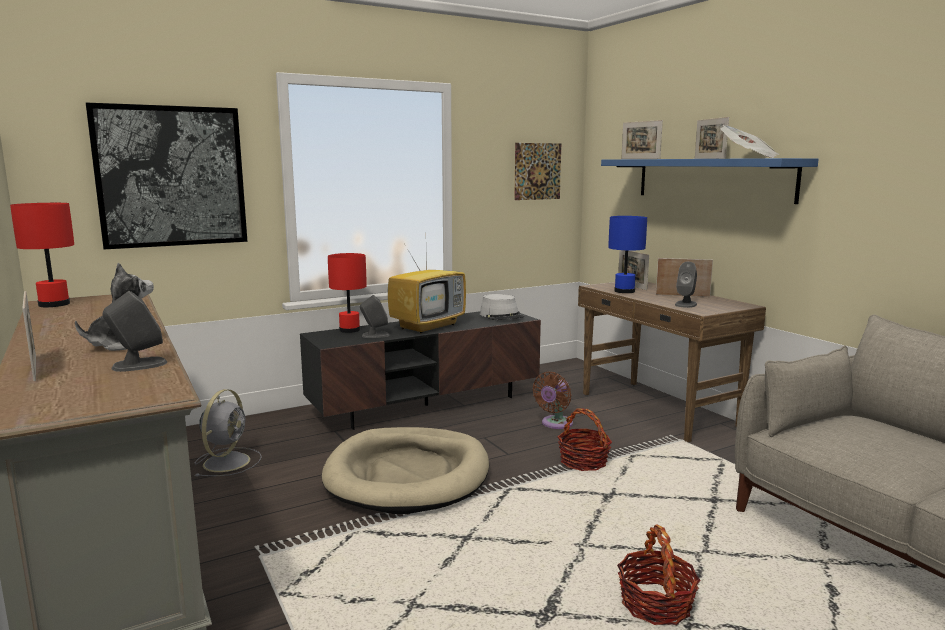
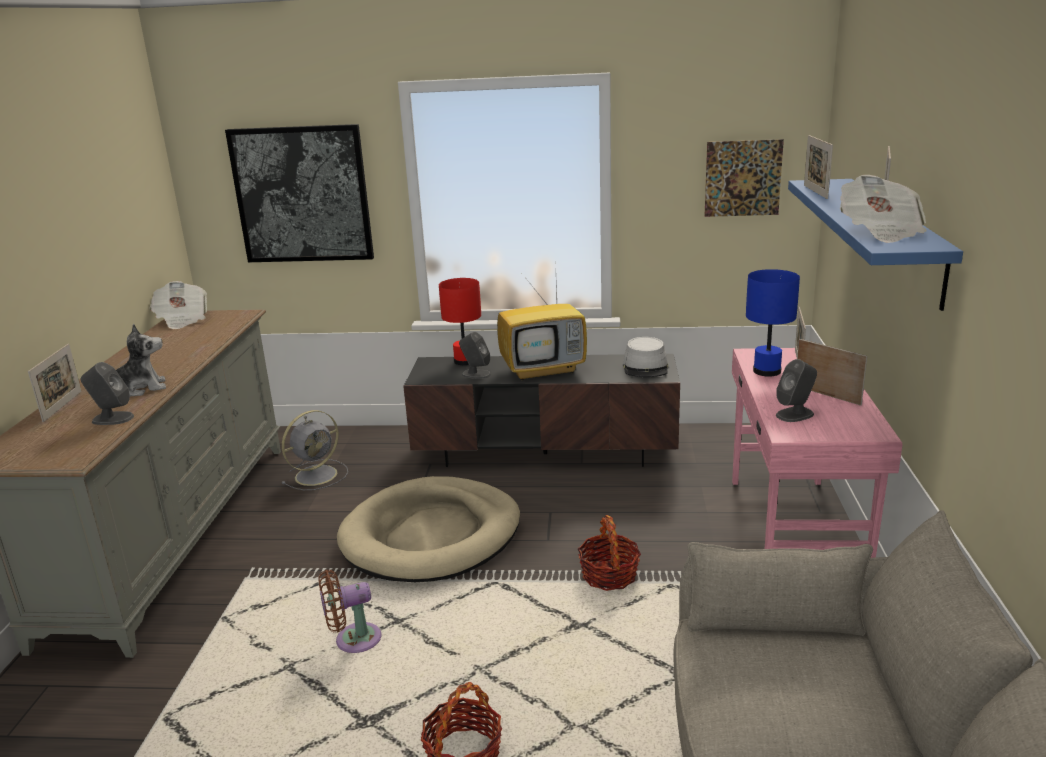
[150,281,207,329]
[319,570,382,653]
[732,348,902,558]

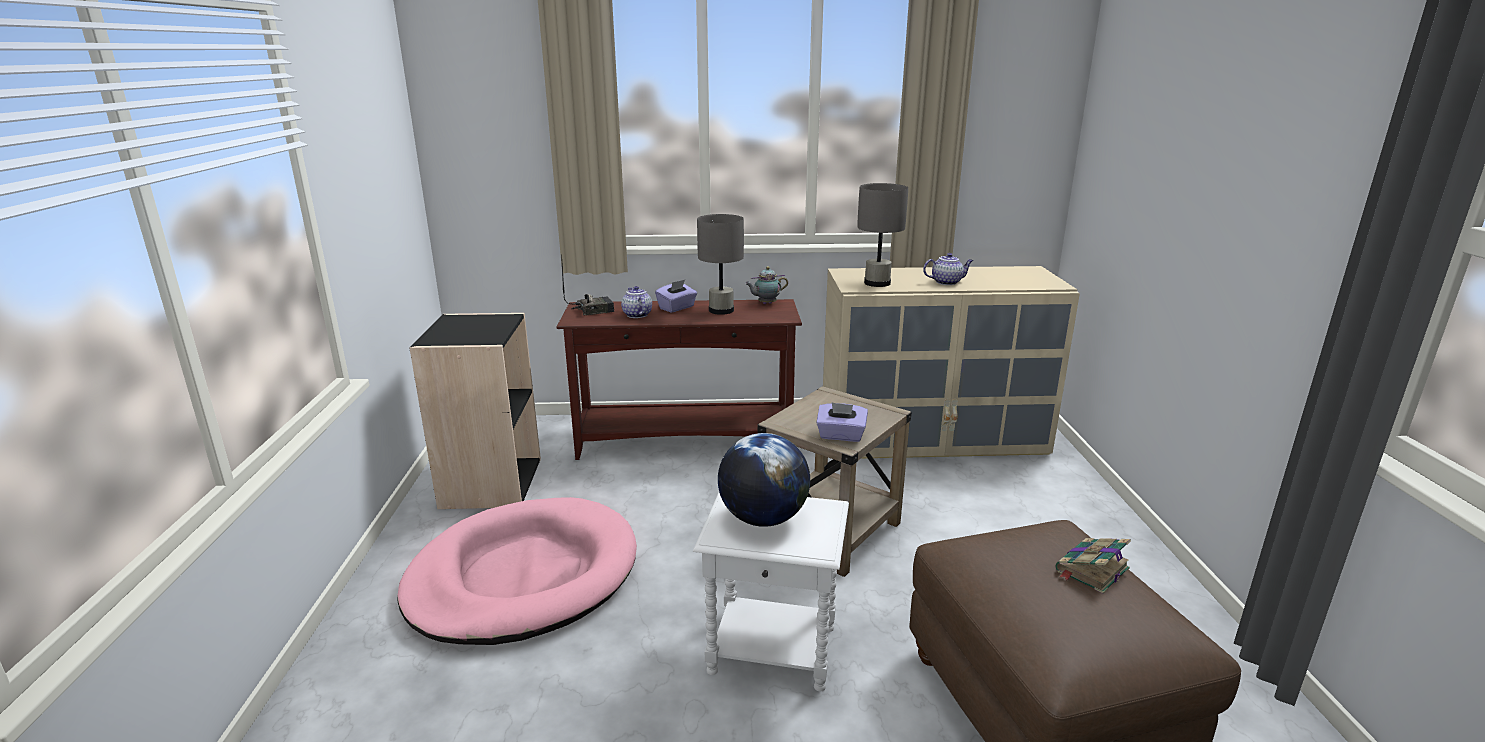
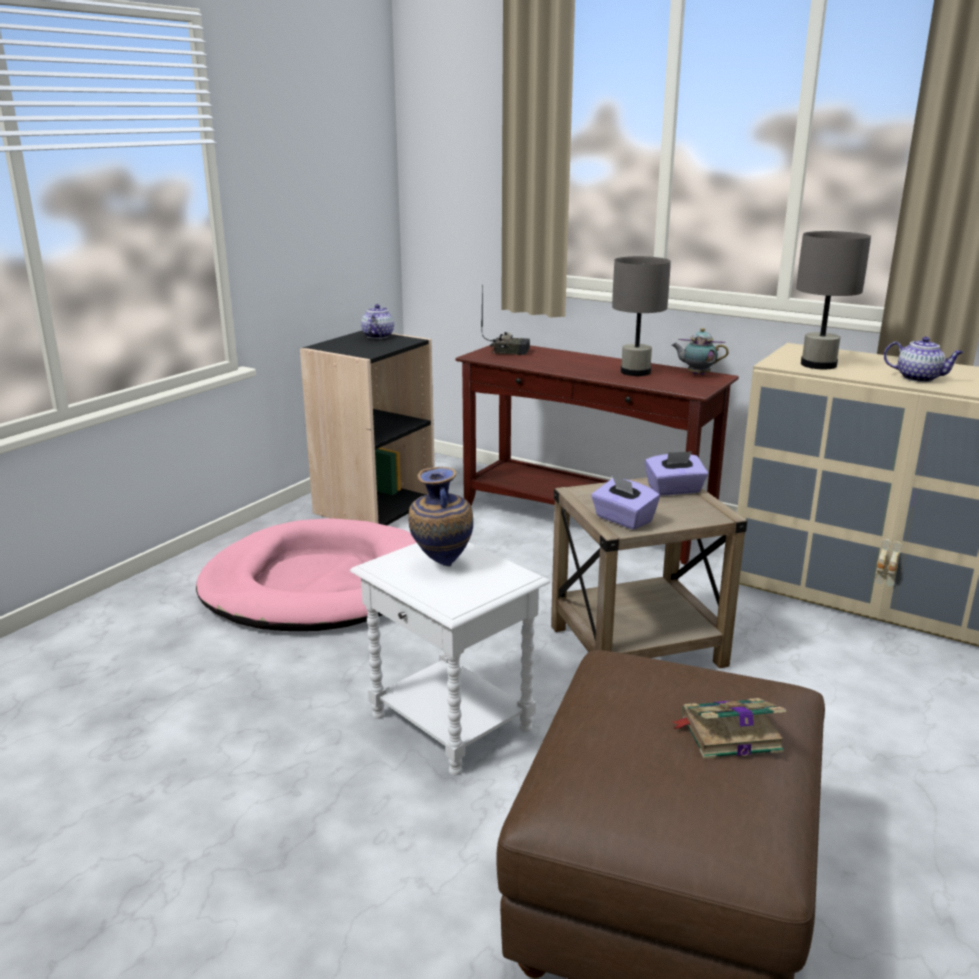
[361,304,394,339]
[645,451,708,496]
[408,467,473,566]

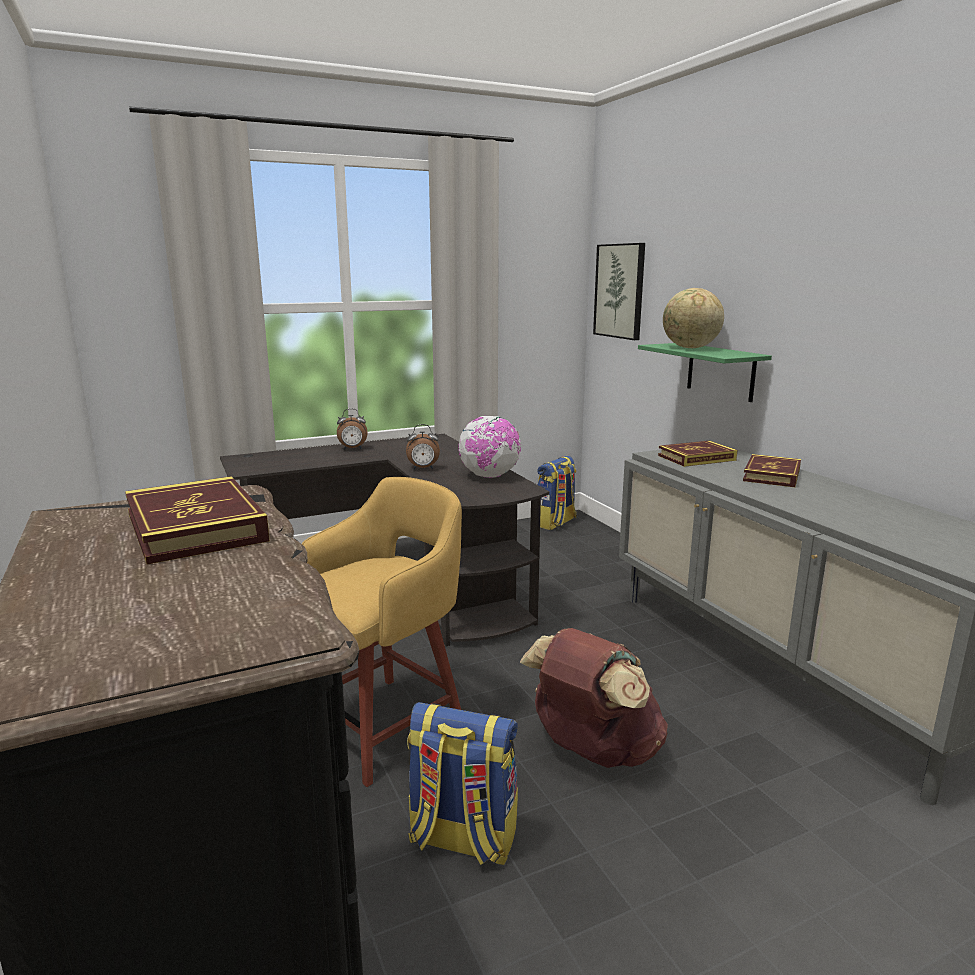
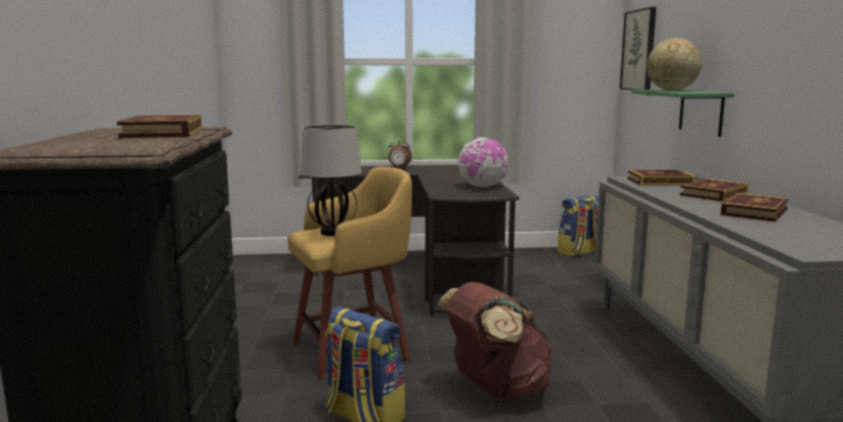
[406,424,440,469] (first image)
[301,125,362,236]
[721,193,789,222]

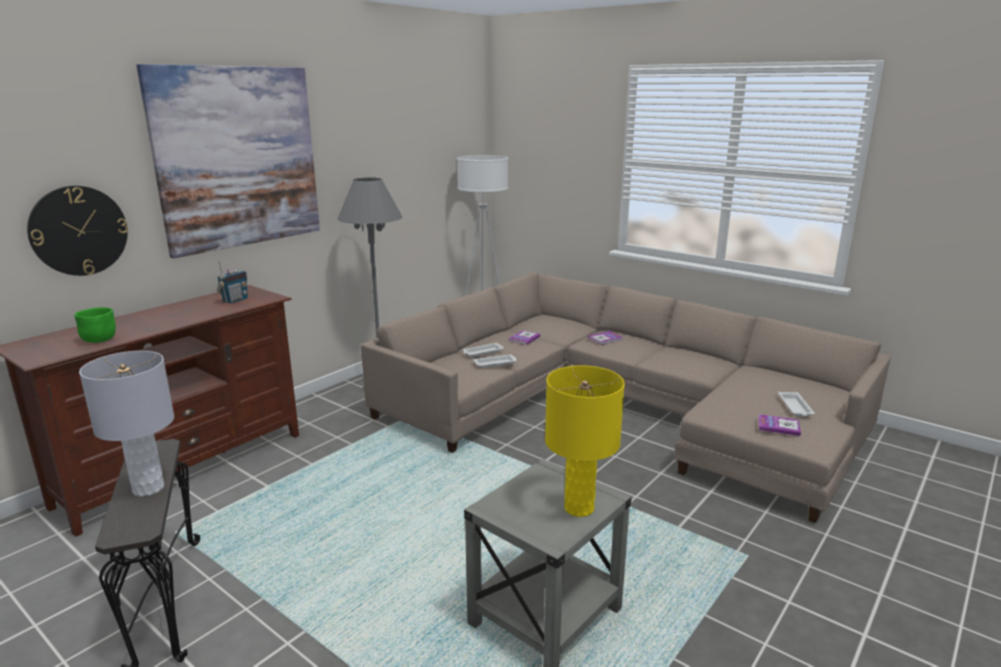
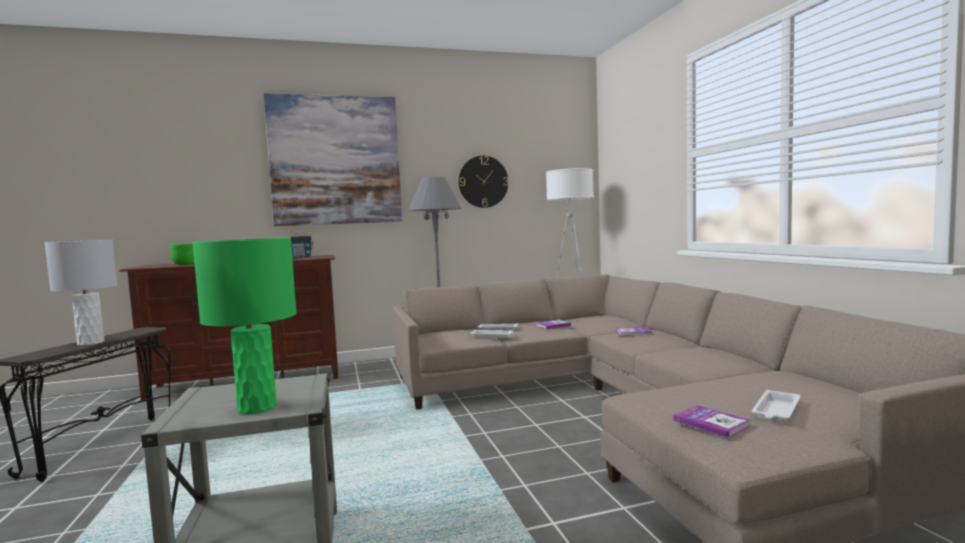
[458,156,509,208]
[192,238,297,414]

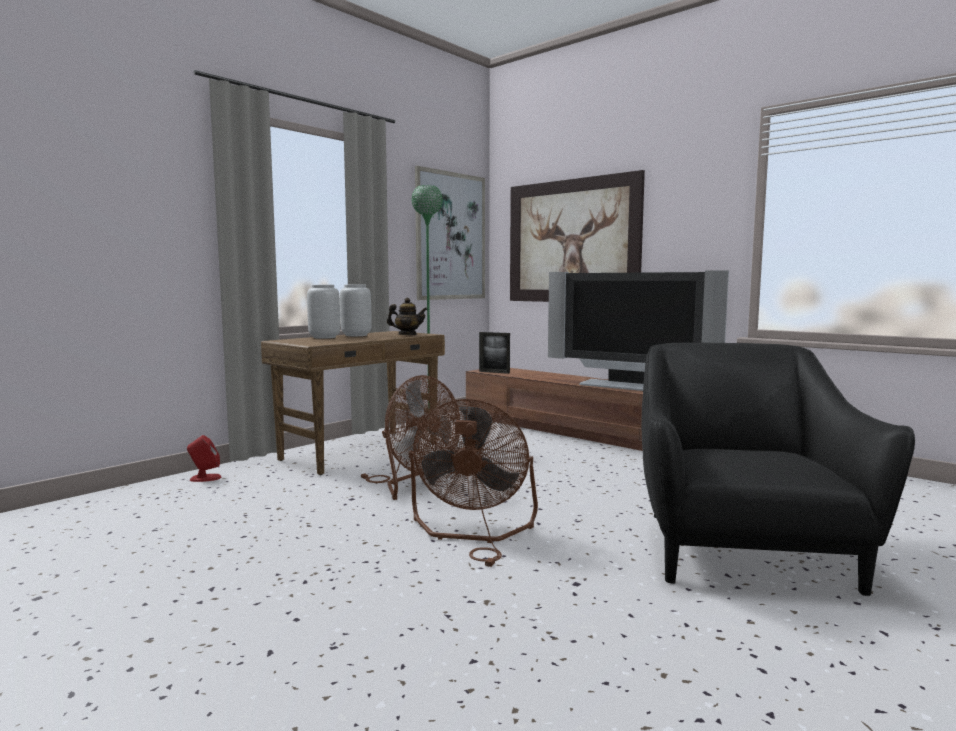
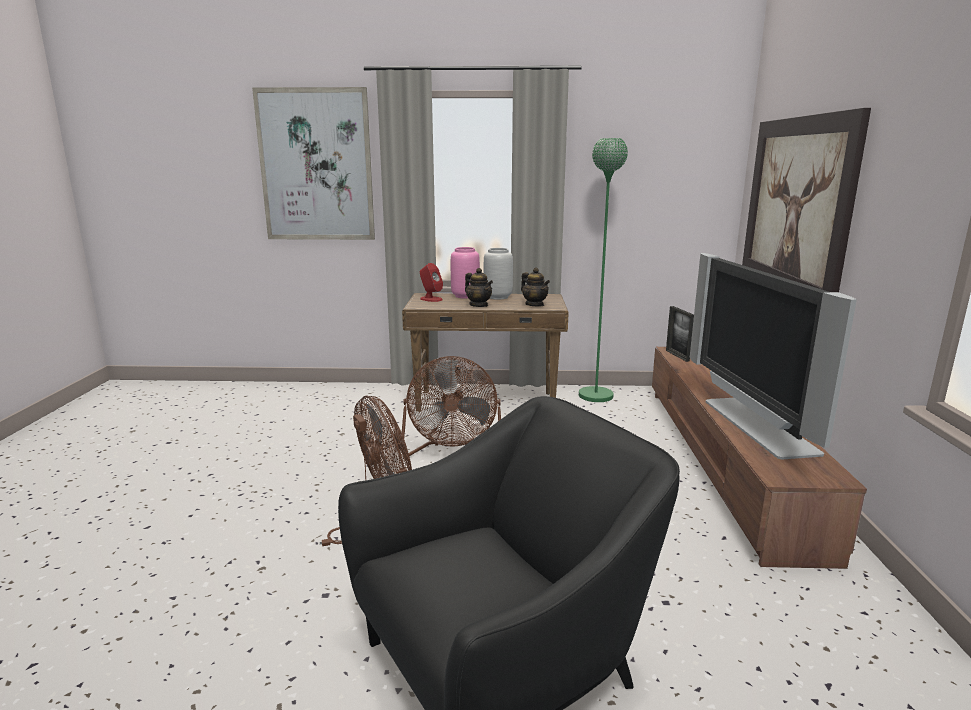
[420,263,443,302]
[451,247,480,298]
[252,87,375,240]
[465,268,493,307]

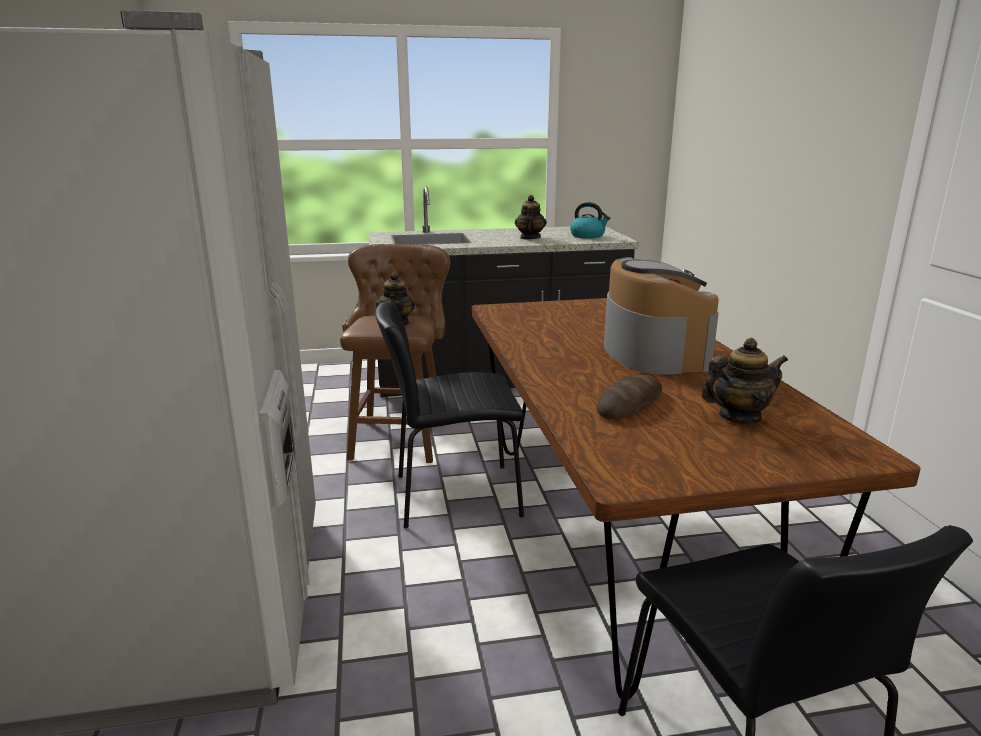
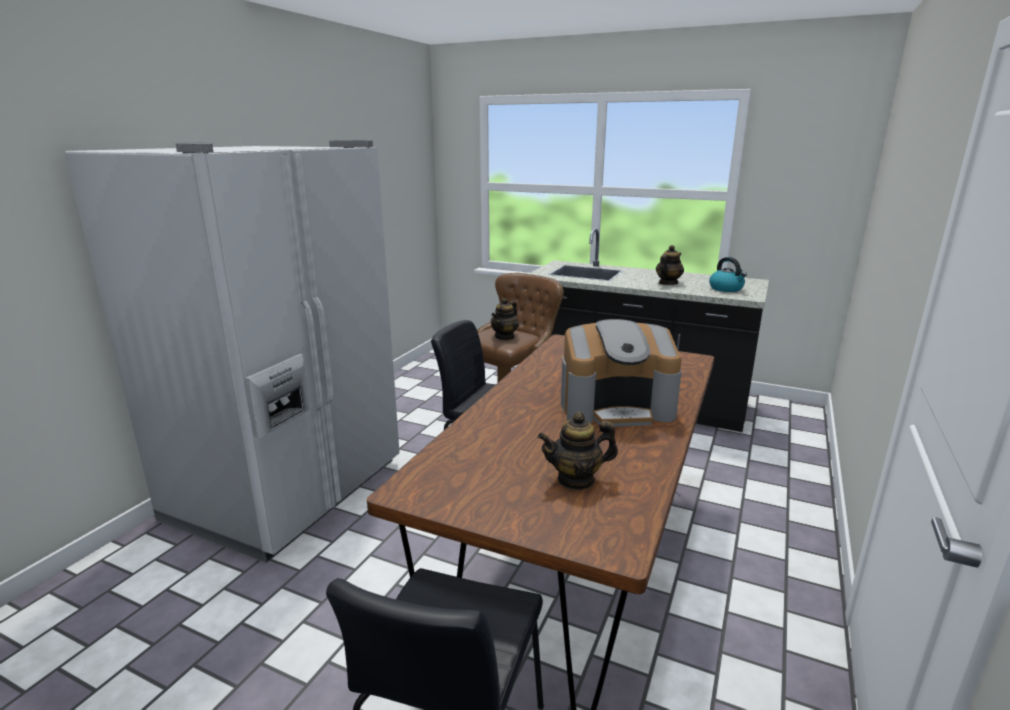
[597,375,662,419] (first image)
[561,319,682,427]
[538,412,618,490]

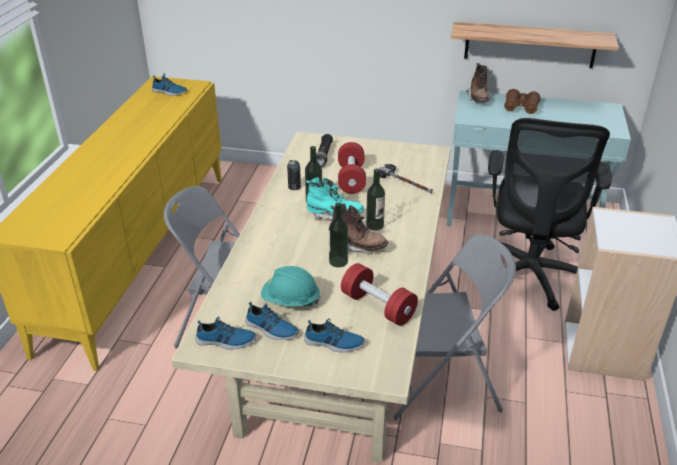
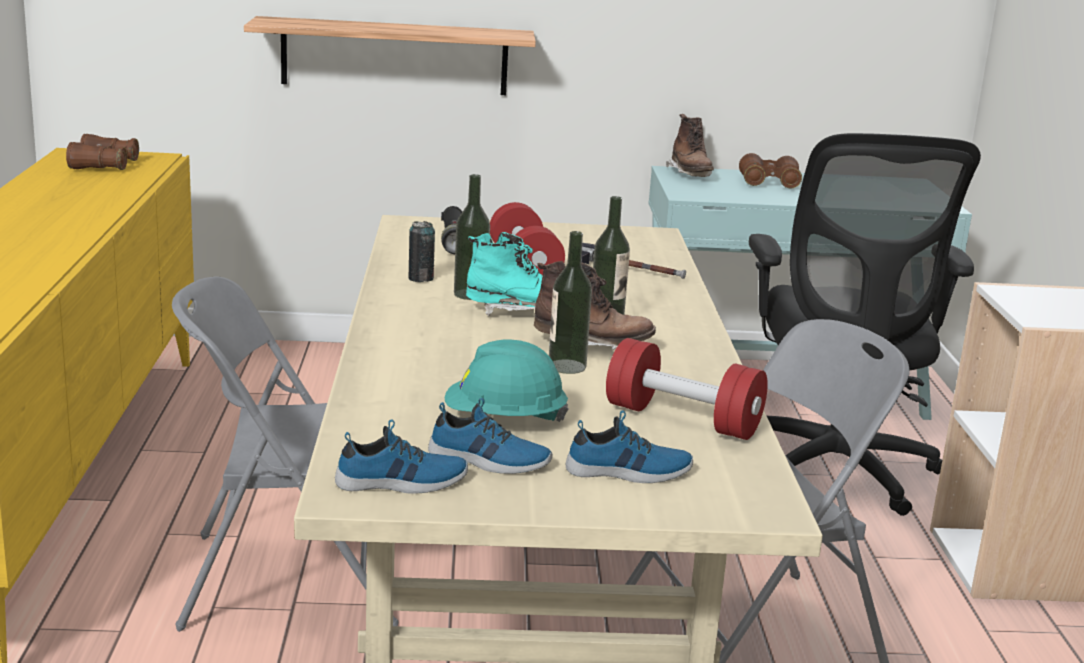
[66,134,139,170]
[244,16,536,95]

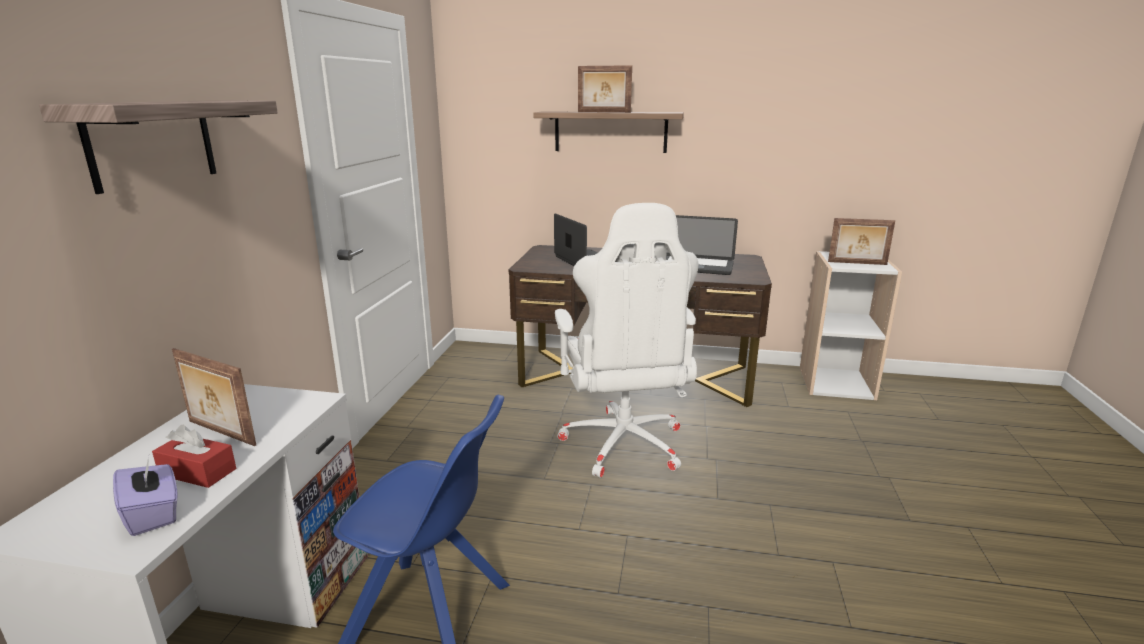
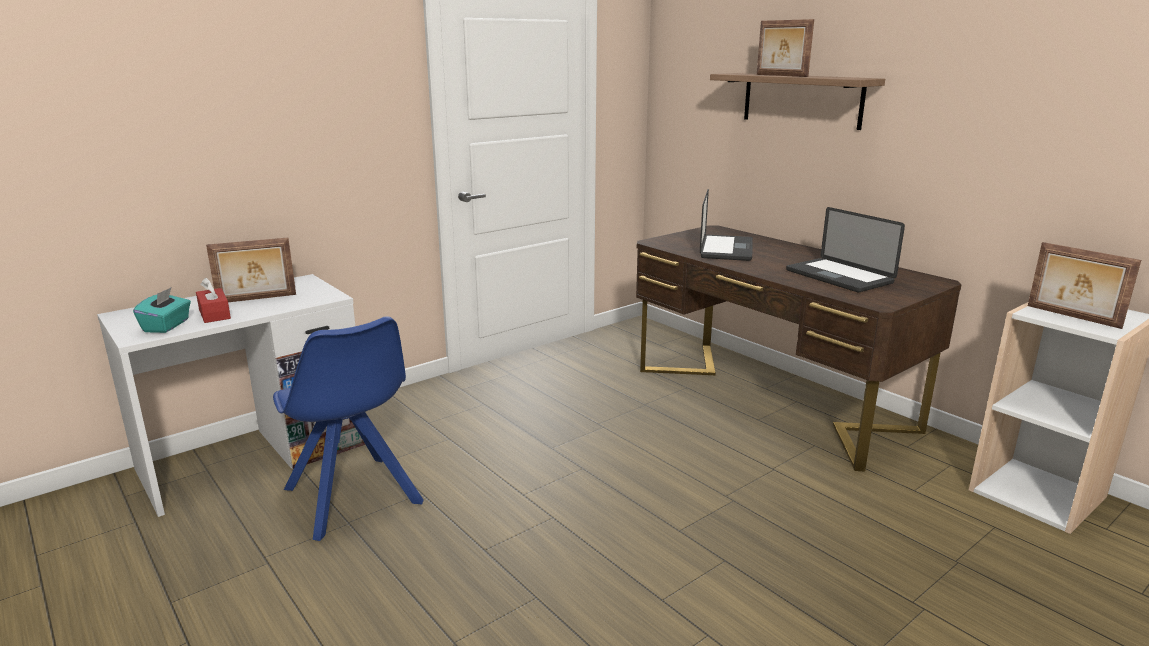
[39,100,278,194] (first image)
[133,288,191,333]
[206,238,296,302]
[555,203,698,478] (first image)

